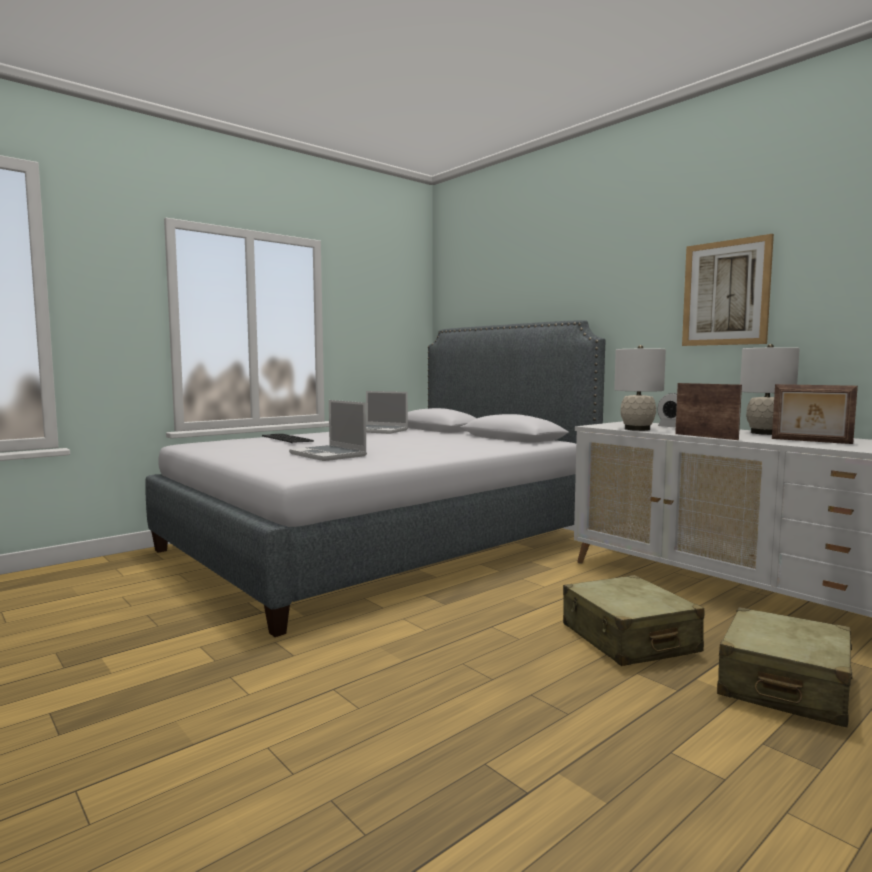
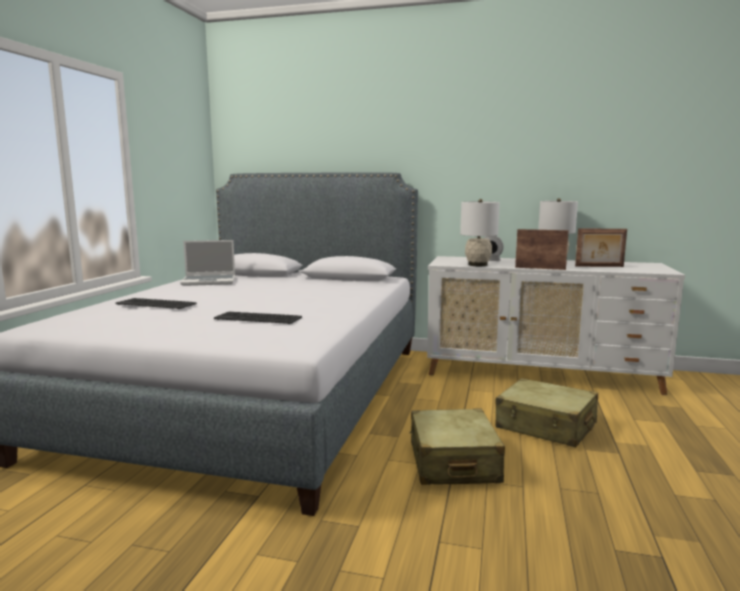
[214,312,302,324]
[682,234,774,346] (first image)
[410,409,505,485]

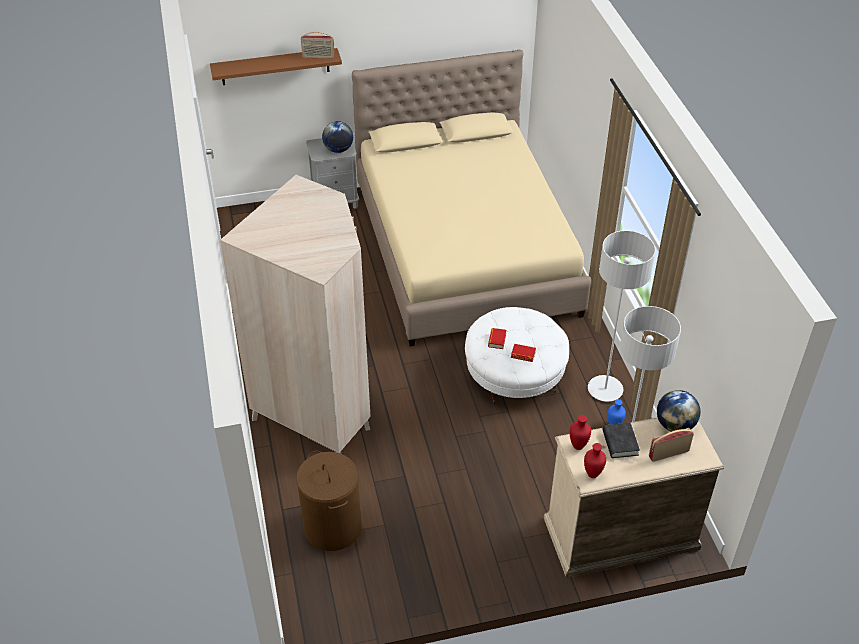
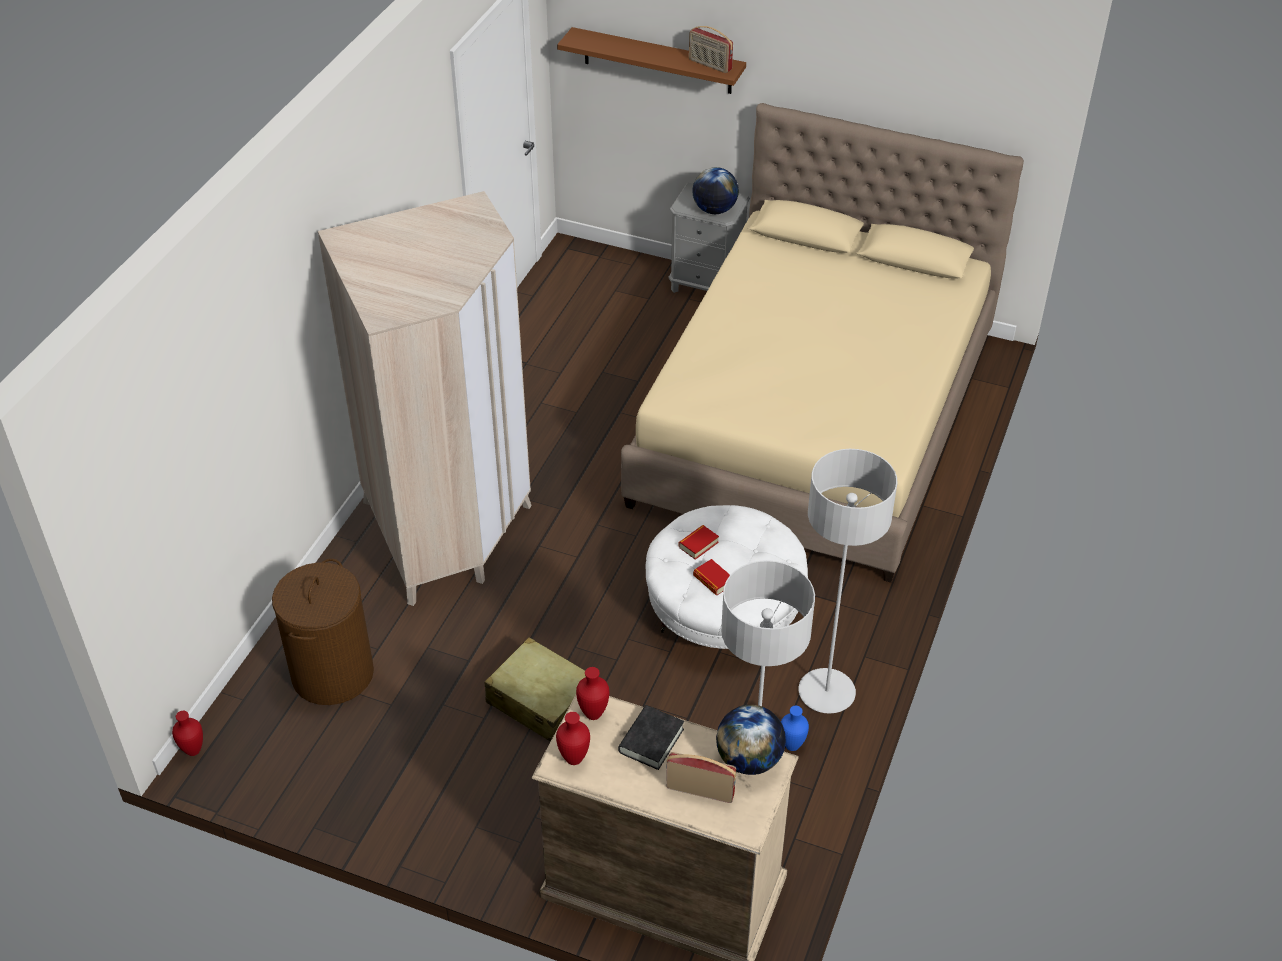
[172,711,203,756]
[485,637,586,742]

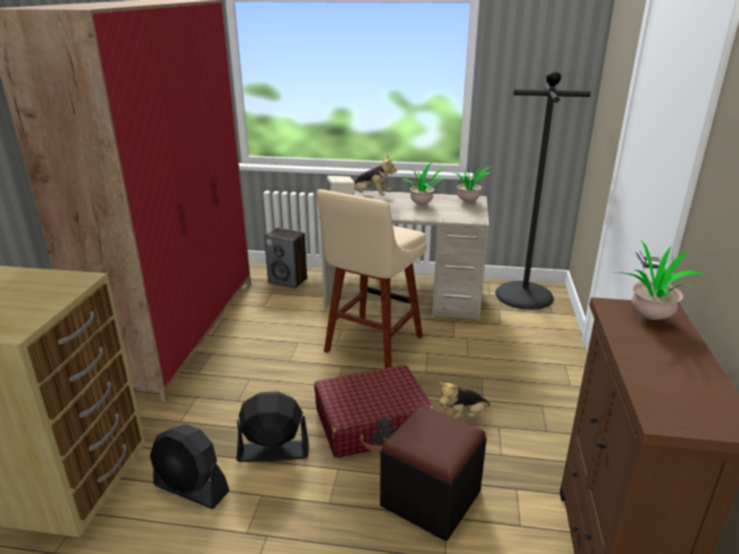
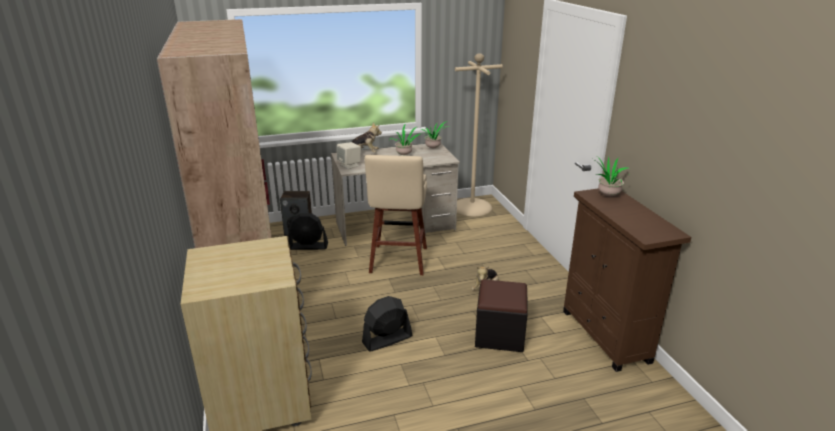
[288,213,328,250]
[314,365,434,458] (first image)
[455,53,503,217]

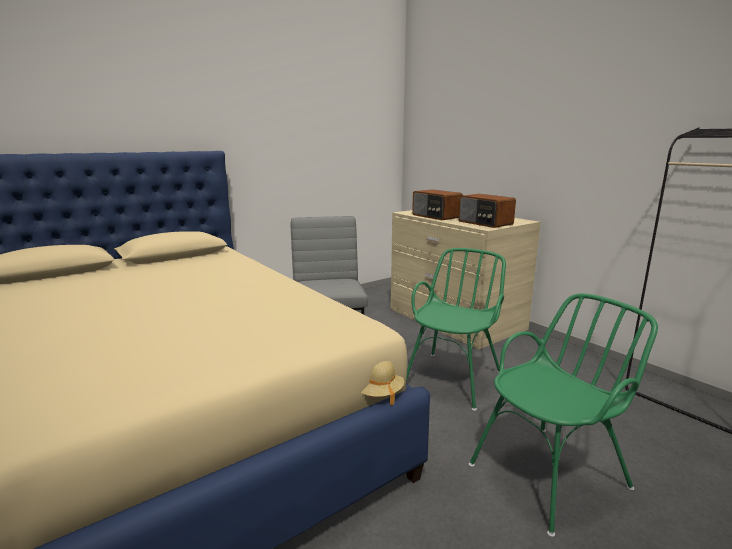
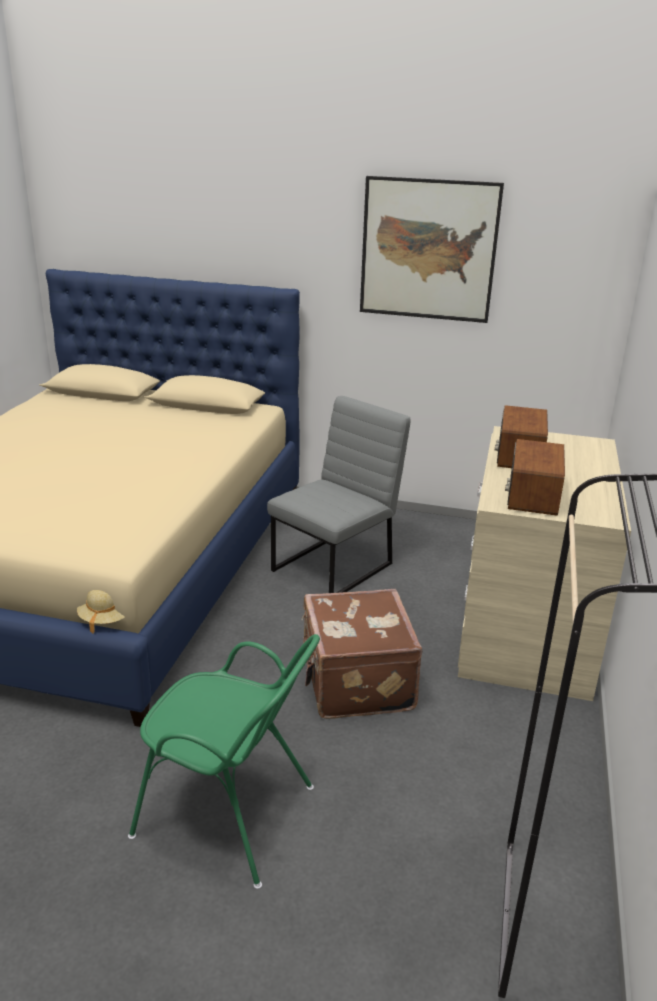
[301,589,422,719]
[360,176,504,323]

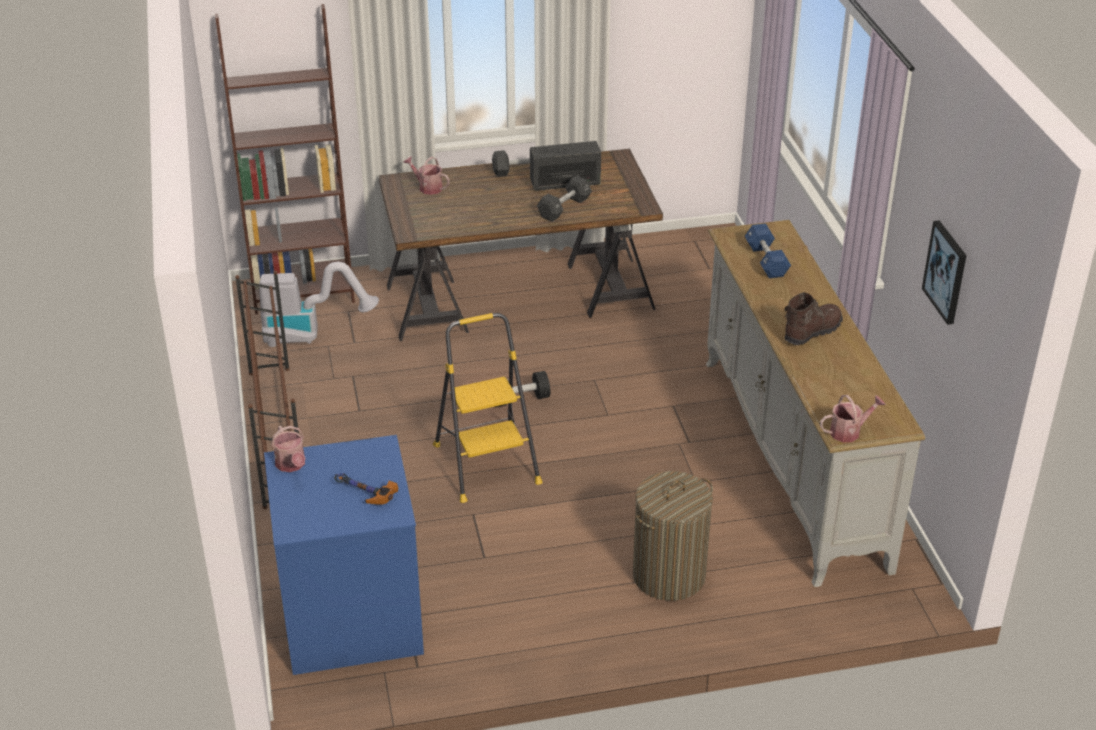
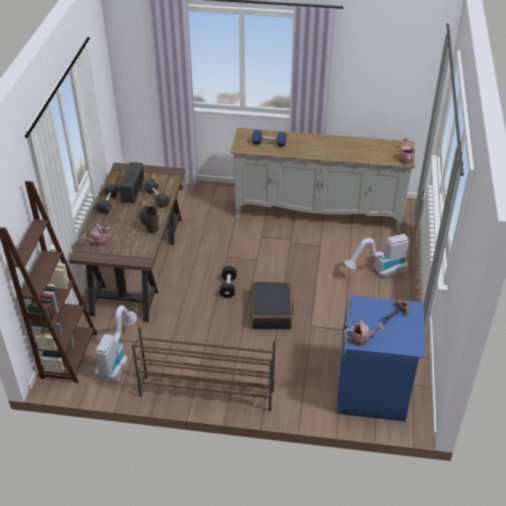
[251,281,294,329]
[344,234,409,277]
[140,206,159,233]
[922,221,967,325] (first image)

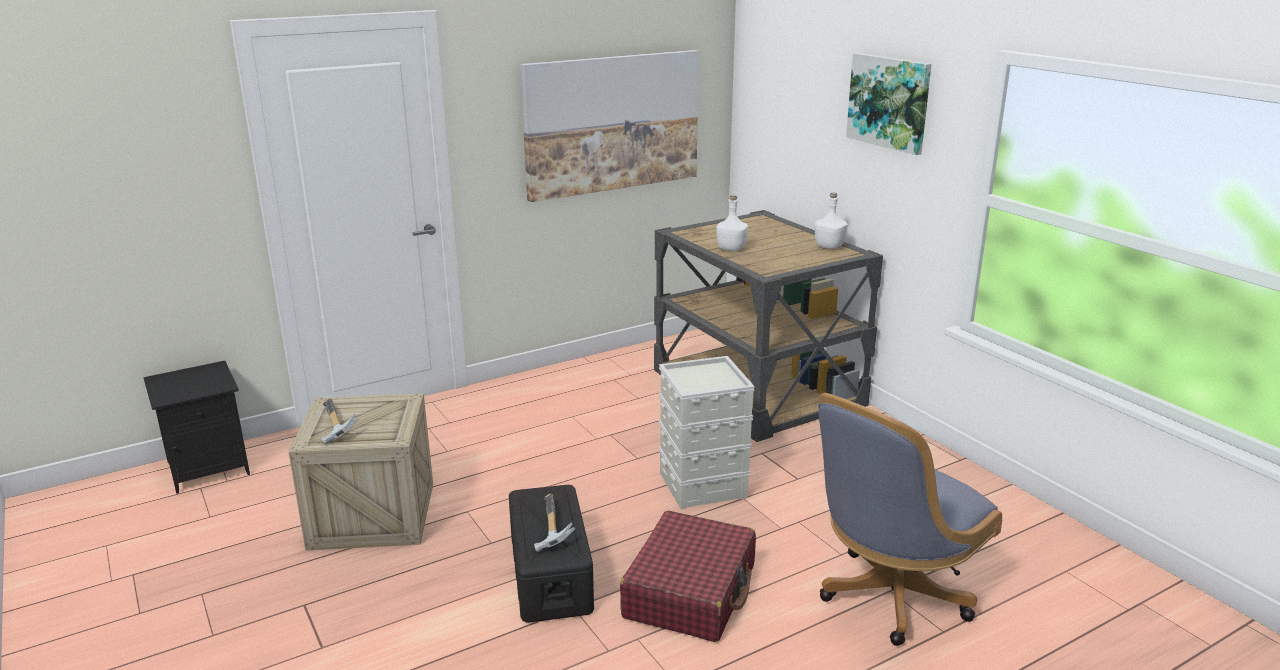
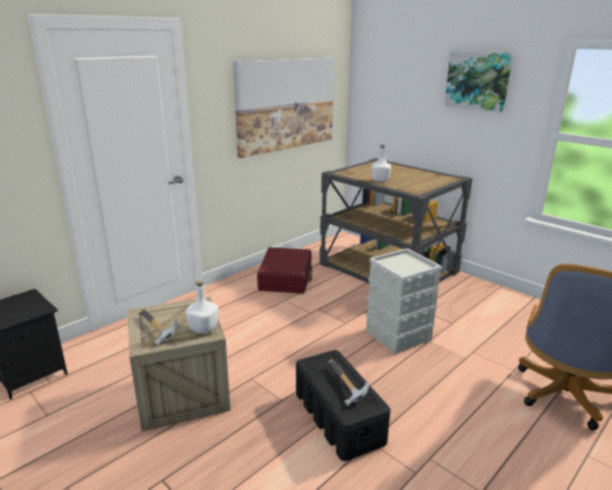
[257,247,312,294]
[186,281,218,334]

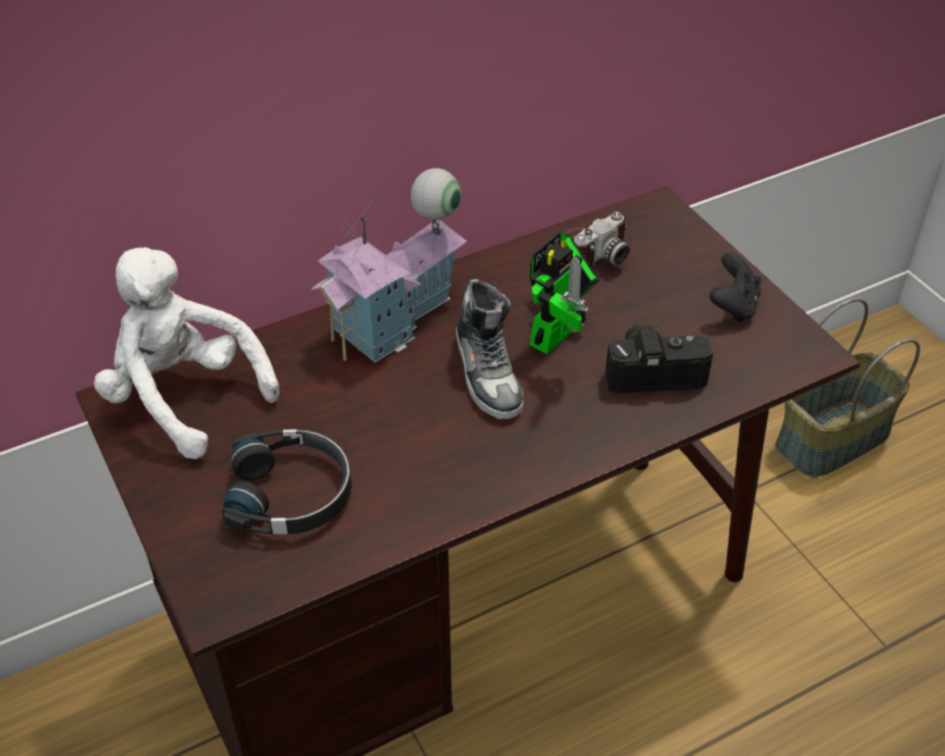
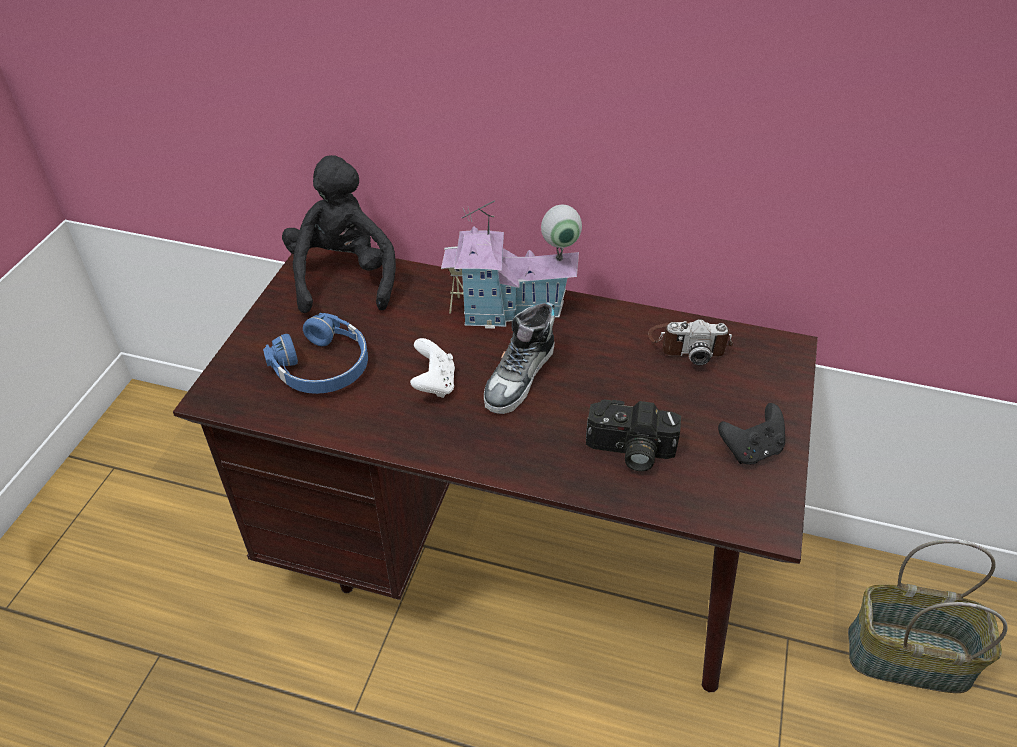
[282,155,396,313]
[263,313,368,394]
[530,231,600,355] (first image)
[586,400,681,471]
[410,338,455,398]

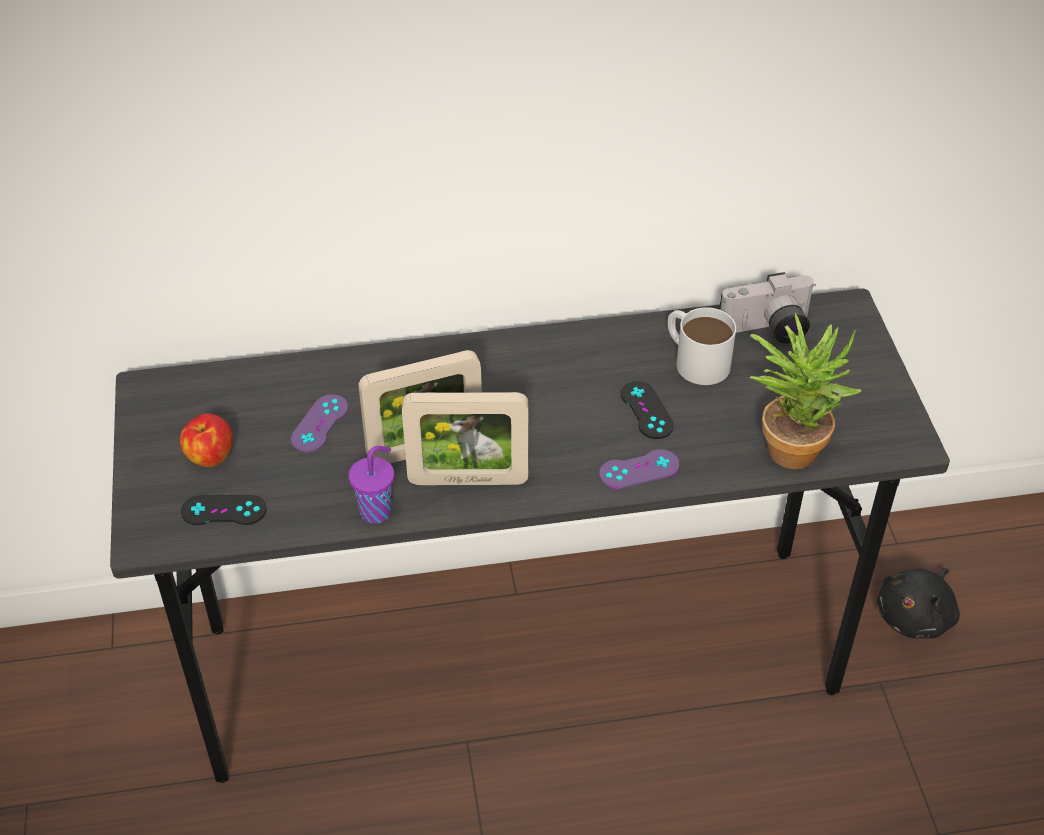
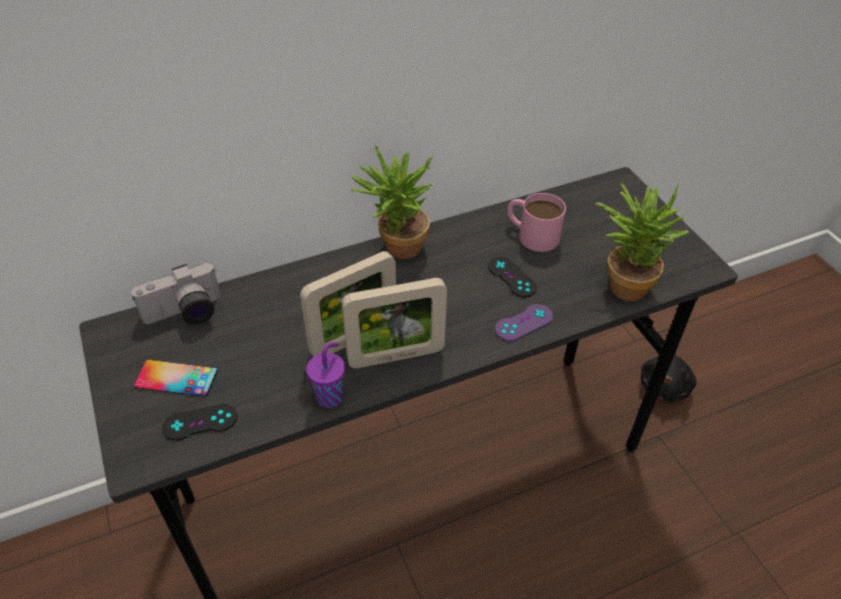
[134,359,218,397]
[290,394,348,452] (first image)
[507,193,566,252]
[131,263,221,324]
[351,145,434,259]

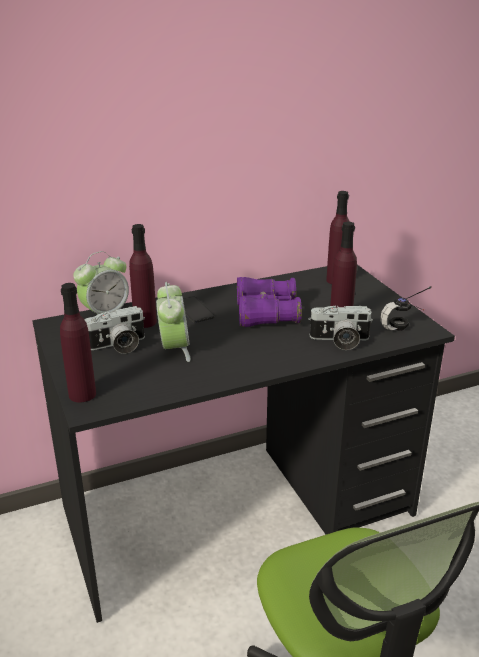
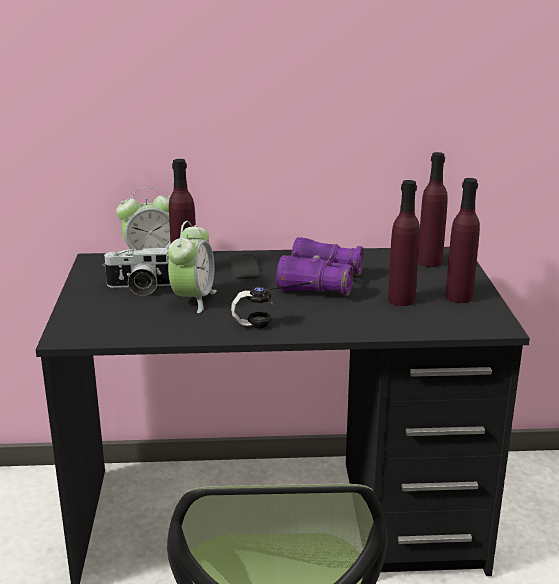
[445,178,480,303]
[308,305,373,350] (first image)
[231,281,316,328]

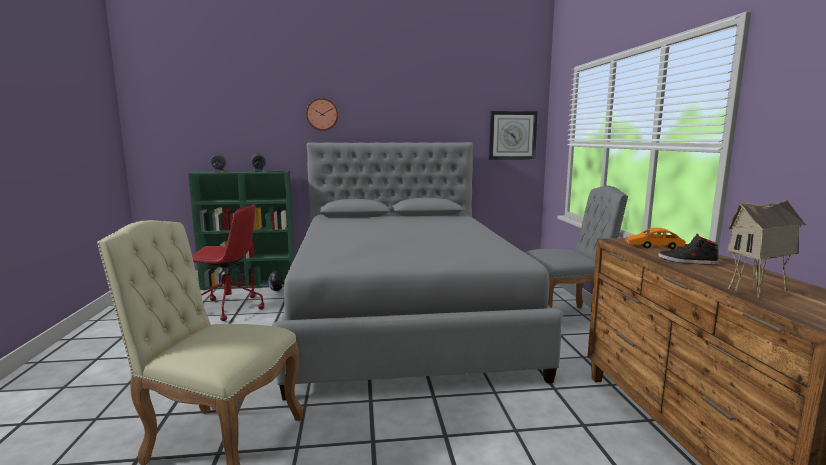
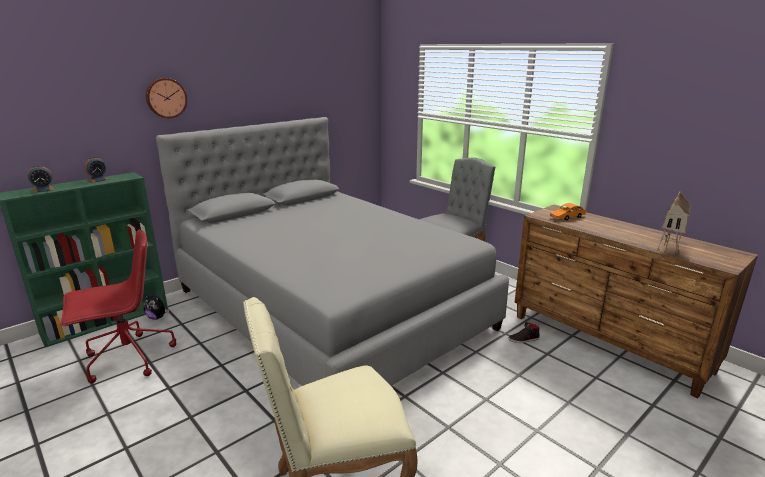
[489,111,538,160] (first image)
[508,322,540,343]

